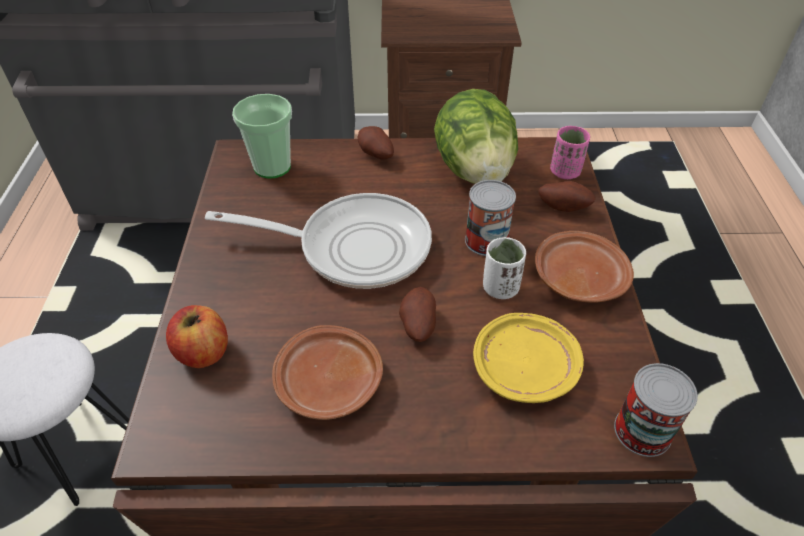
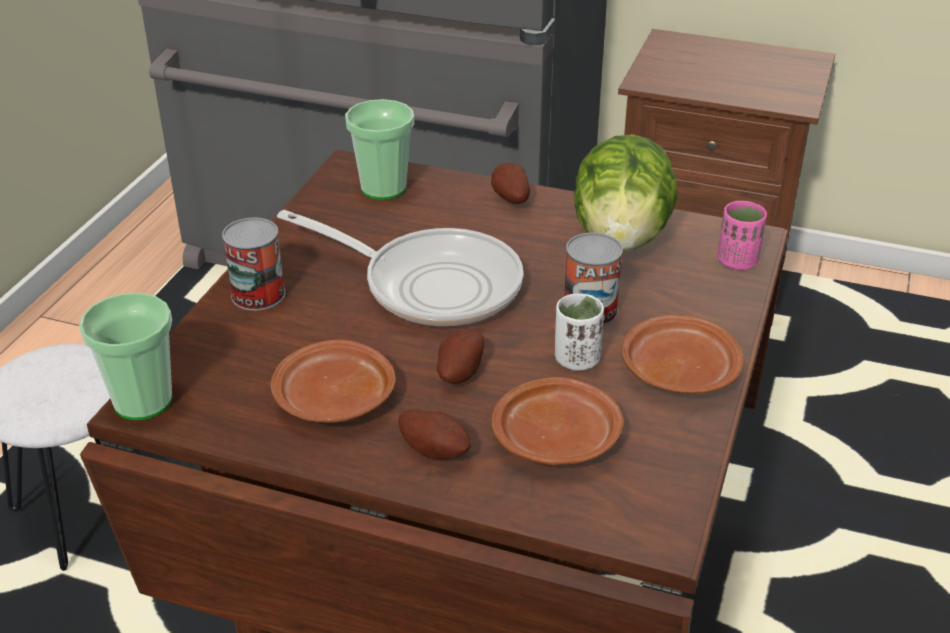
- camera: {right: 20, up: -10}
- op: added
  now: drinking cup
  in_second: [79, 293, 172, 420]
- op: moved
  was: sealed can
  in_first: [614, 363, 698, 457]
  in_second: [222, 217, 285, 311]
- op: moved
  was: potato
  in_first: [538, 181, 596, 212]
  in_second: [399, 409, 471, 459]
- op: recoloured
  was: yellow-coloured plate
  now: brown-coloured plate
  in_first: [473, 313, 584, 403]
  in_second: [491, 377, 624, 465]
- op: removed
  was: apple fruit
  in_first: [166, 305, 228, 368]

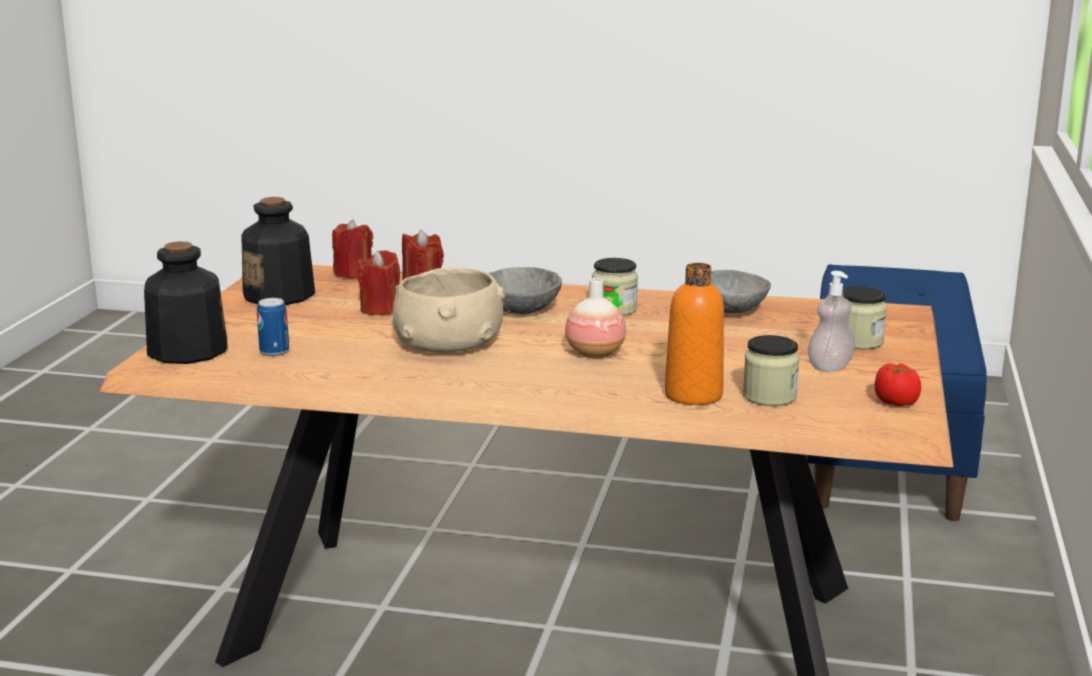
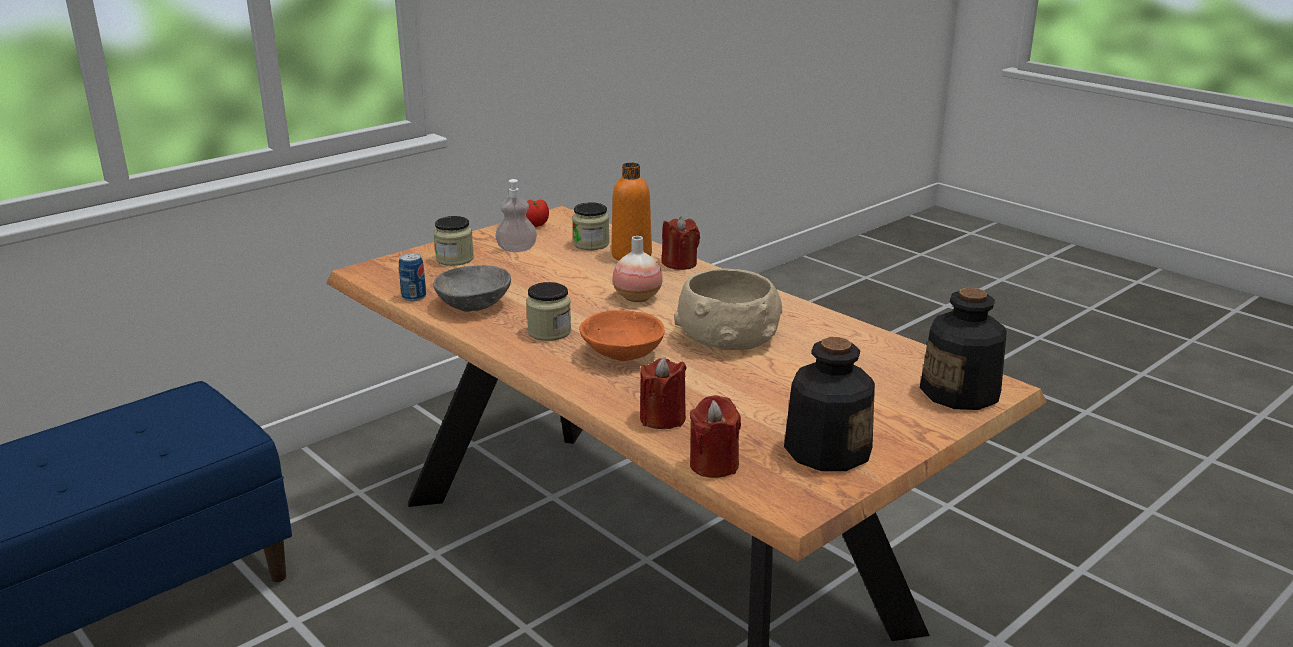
- camera: {right: -145, up: 5}
- op: moved
  was: sealed can
  in_first: [257, 298, 289, 356]
  in_second: [399, 253, 426, 301]
- op: recoloured
  was: gray serving bowl
  now: orange serving bowl
  in_first: [489, 267, 562, 315]
  in_second: [579, 310, 665, 361]
- op: moved
  was: red-coloured candle
  in_first: [357, 250, 400, 315]
  in_second: [662, 216, 700, 270]

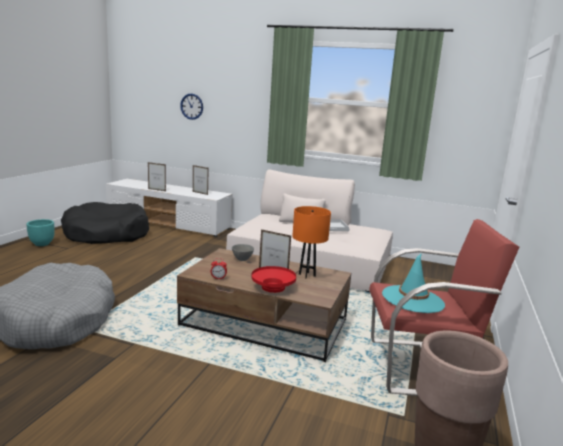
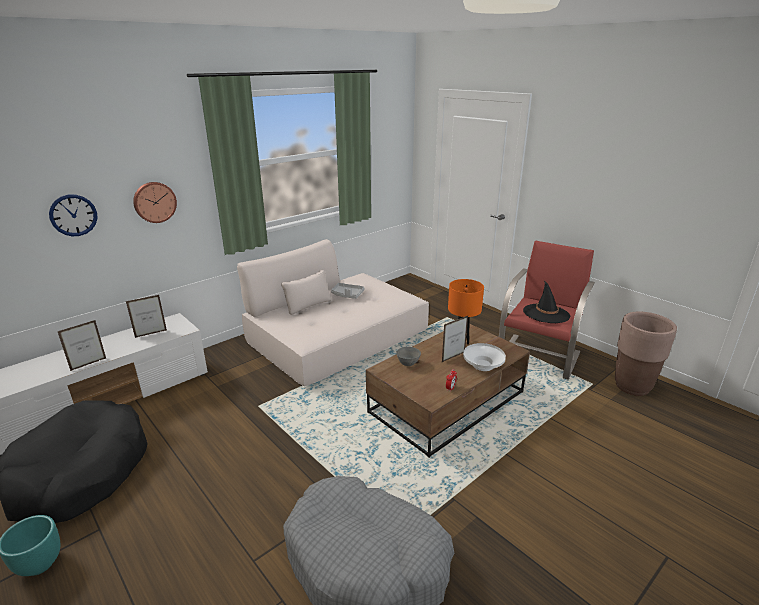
- camera: {right: -60, up: 10}
- op: added
  now: hanging clock
  in_second: [133, 182, 177, 223]
- op: recoloured
  was: red-coloured serving bowl
  now: white serving bowl
  in_first: [251, 266, 296, 293]
  in_second: [463, 343, 506, 371]
- op: recoloured
  was: blue-green clothing hat
  now: black-coloured clothing hat
  in_first: [382, 253, 445, 313]
  in_second: [523, 280, 570, 323]

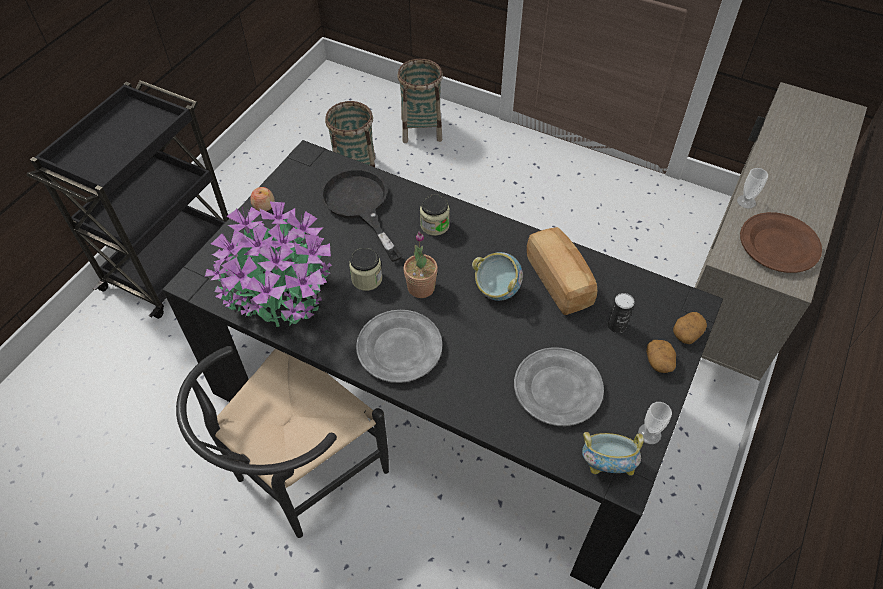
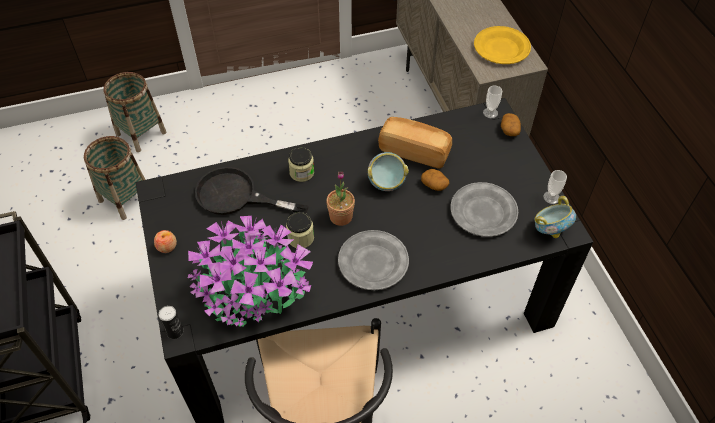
- camera: {right: -45, up: 0}
- op: moved
  was: sealed can
  in_first: [608, 293, 635, 333]
  in_second: [158, 306, 184, 339]
- op: moved
  was: potato
  in_first: [646, 340, 676, 373]
  in_second: [421, 169, 449, 191]
- op: recoloured
  was: brown-coloured plate
  now: yellow-coloured plate
  in_first: [740, 212, 822, 273]
  in_second: [474, 26, 531, 64]
- op: moved
  was: drinking cup
  in_first: [737, 168, 768, 209]
  in_second: [483, 85, 502, 118]

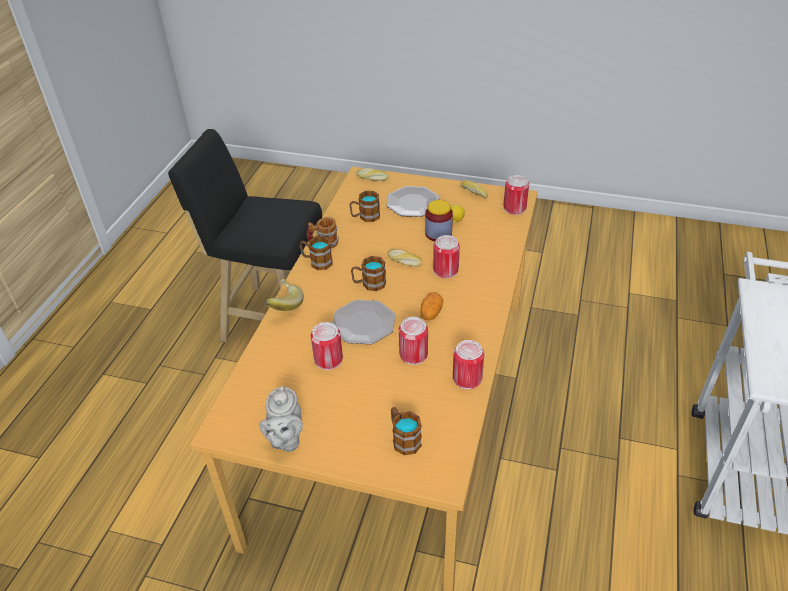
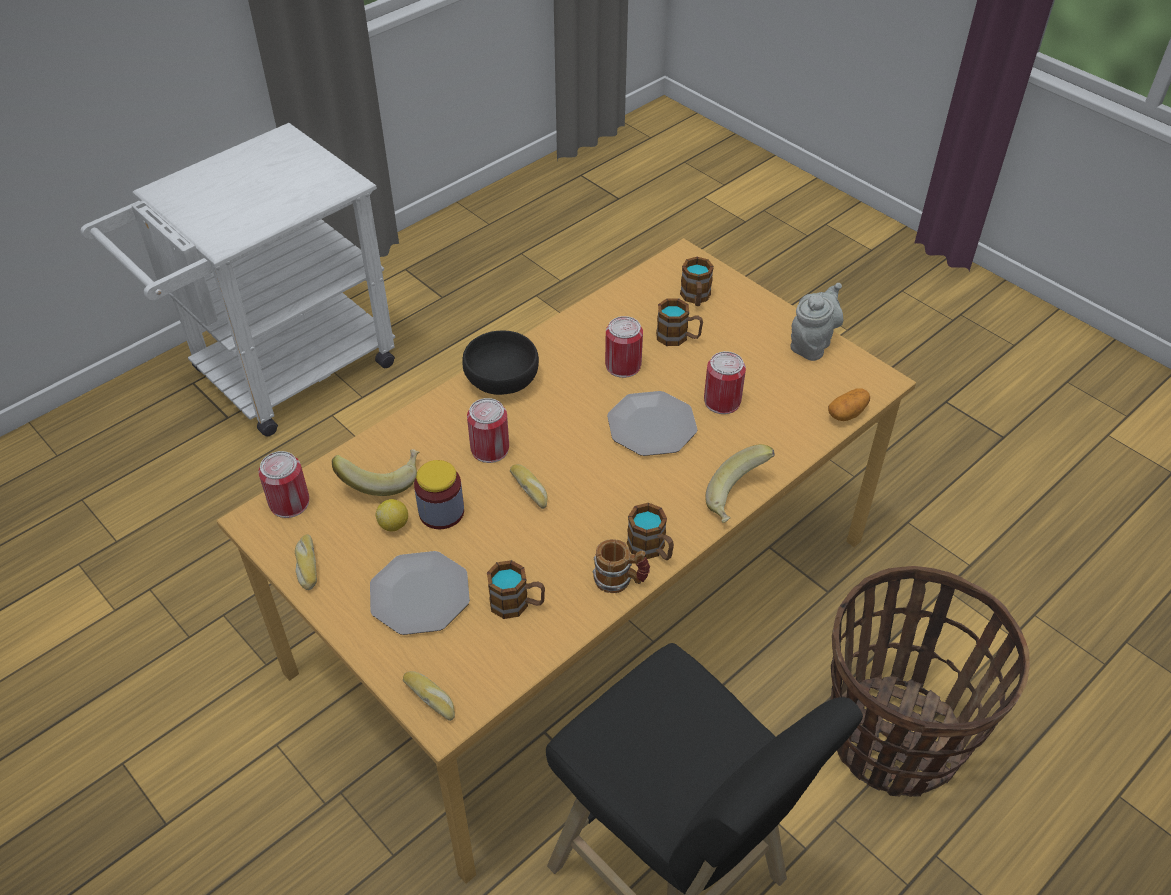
- camera: {right: -150, up: 5}
- op: added
  now: banana
  in_second: [332, 449, 419, 496]
- op: added
  now: black-coloured serving bowl
  in_second: [462, 331, 539, 395]
- op: moved
  was: tea mug
  in_first: [351, 256, 386, 291]
  in_second: [656, 298, 703, 346]
- op: moved
  was: potato
  in_first: [420, 292, 443, 320]
  in_second: [828, 388, 870, 421]
- op: added
  now: household basket
  in_second: [830, 566, 1030, 797]
- op: removed
  was: sealed can
  in_first: [453, 340, 484, 389]

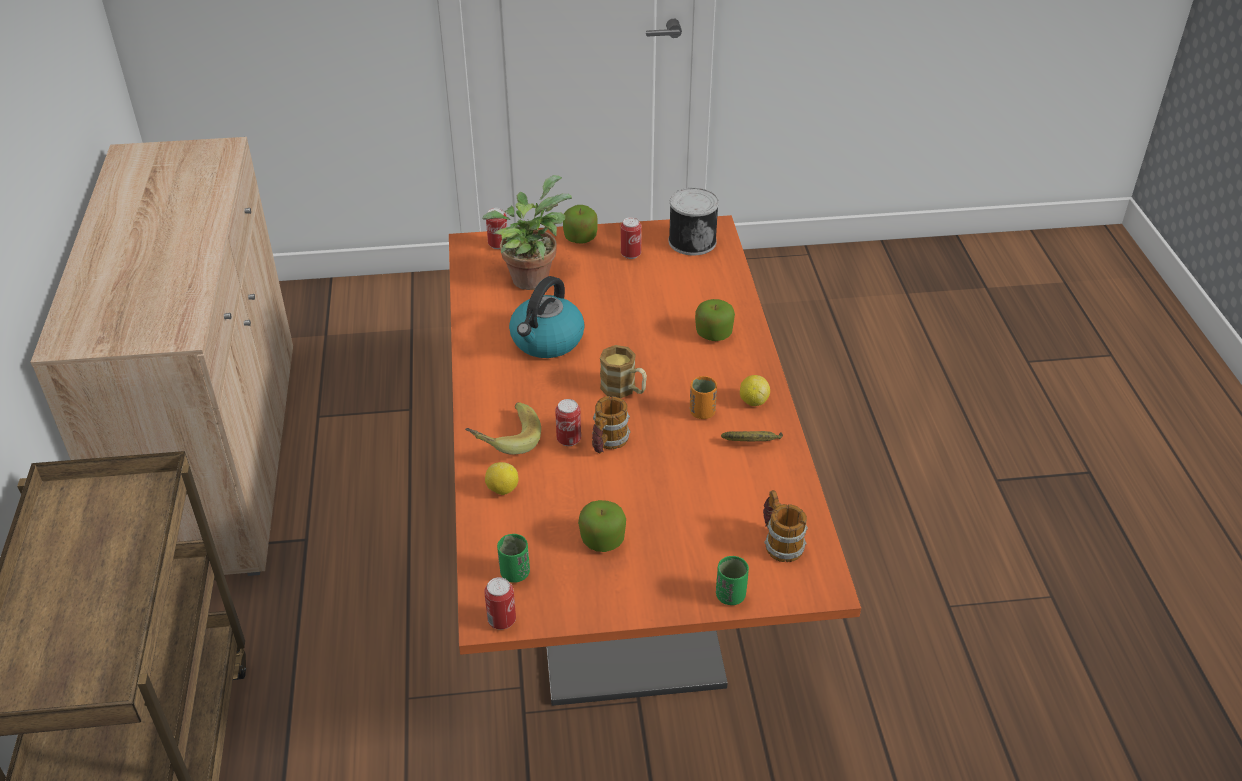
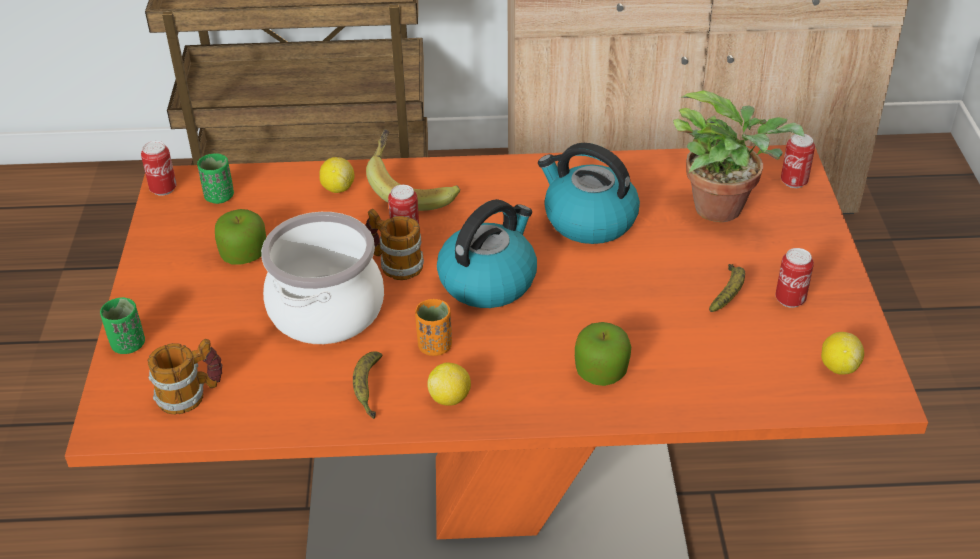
- camera: {right: 95, up: 0}
- op: added
  now: saucepot
  in_second: [261, 212, 384, 344]
- op: replaced
  was: tea mug
  now: water kettle
  in_first: [600, 345, 647, 398]
  in_second: [437, 199, 537, 308]
- op: added
  now: banana
  in_second: [709, 264, 745, 312]
- op: replaced
  was: sealed can
  now: whole lemon
  in_first: [669, 188, 719, 255]
  in_second: [821, 332, 864, 375]
- op: removed
  was: apple fruit
  in_first: [563, 205, 598, 244]

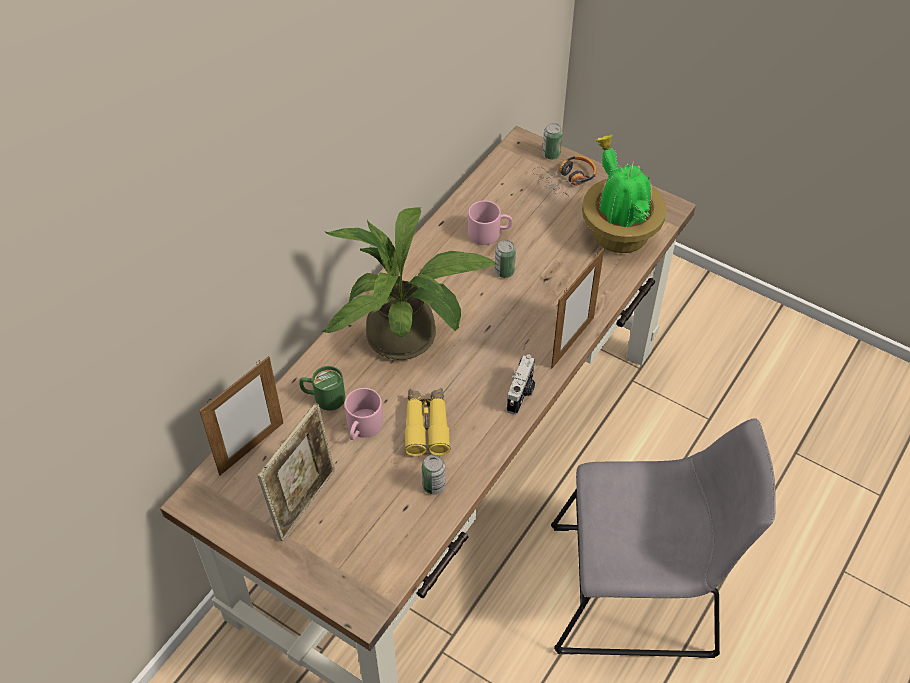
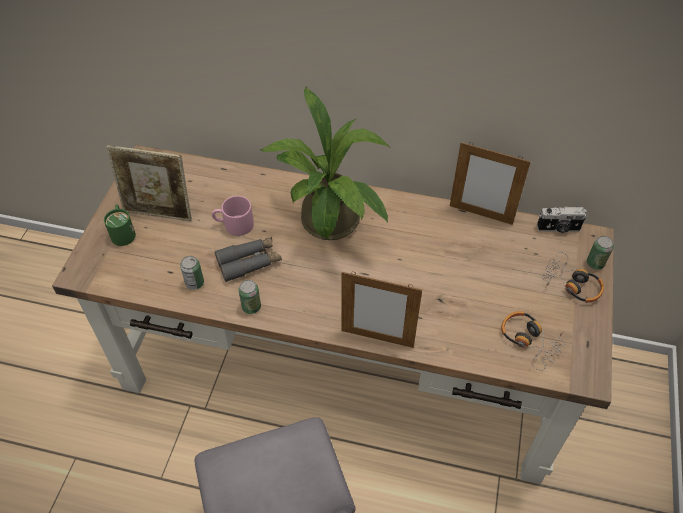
- camera: {right: 70, up: 0}
- op: moved
  was: greenish tea mug
  in_first: [299, 366, 345, 411]
  in_second: [104, 204, 136, 246]
- op: recoloured
  was: yellow-coloured pair of binoculars
  now: gray pair of binoculars
  in_first: [405, 388, 451, 456]
  in_second: [215, 237, 282, 282]
- op: moved
  was: sealed can
  in_first: [495, 240, 516, 278]
  in_second: [239, 280, 261, 314]
- op: moved
  was: picture frame
  in_first: [199, 356, 283, 475]
  in_second: [450, 142, 531, 225]
- op: replaced
  was: houseplant
  now: headset
  in_first: [582, 134, 667, 253]
  in_second: [501, 311, 566, 370]
- op: moved
  was: photo camera
  in_first: [507, 354, 535, 415]
  in_second: [537, 207, 587, 233]
- op: removed
  was: pink-coloured tea mug
  in_first: [468, 201, 513, 245]

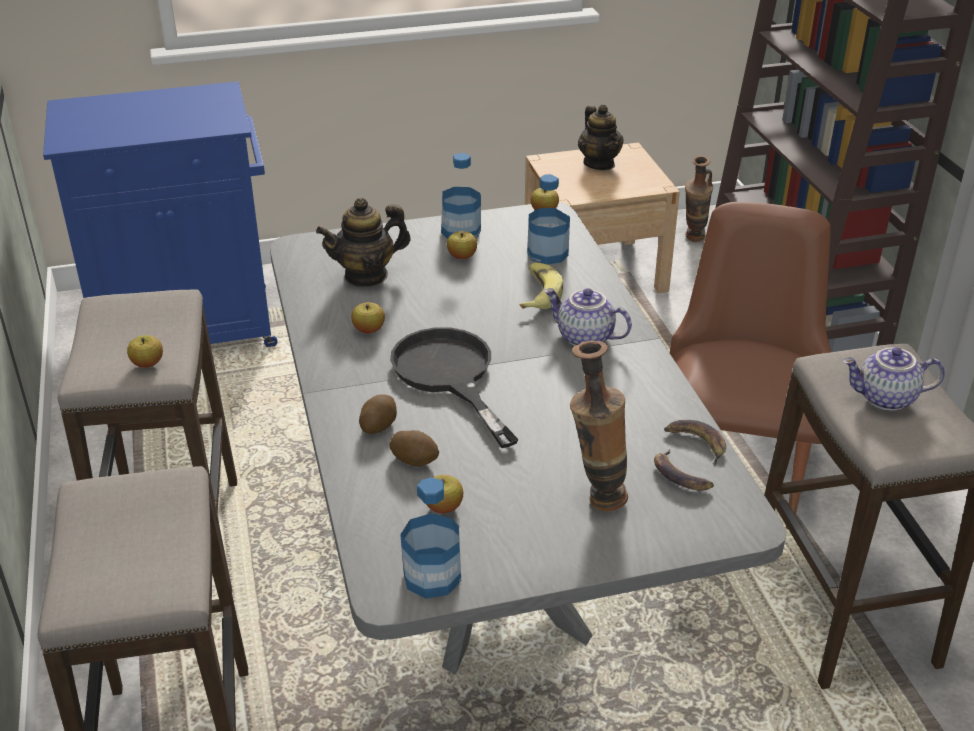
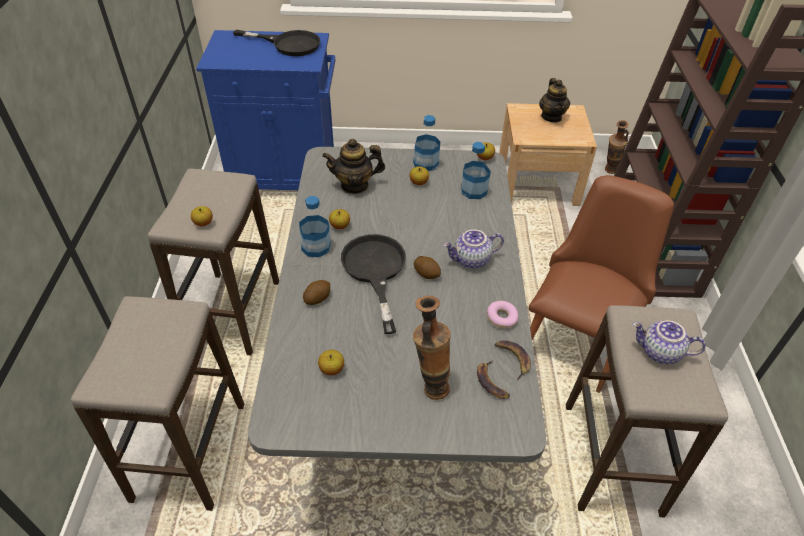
- camera: {right: 15, up: 10}
- op: added
  now: black-coloured pan
  in_second: [233, 29, 320, 56]
- op: moved
  was: bottle
  in_first: [400, 477, 461, 598]
  in_second: [299, 196, 331, 257]
- op: moved
  was: potato
  in_first: [390, 430, 439, 467]
  in_second: [414, 256, 441, 279]
- op: turned
  was: pot for tea
  in_first: [544, 288, 632, 346]
  in_second: [443, 230, 504, 269]
  clockwise: -60
- op: added
  now: doughnut
  in_second: [487, 301, 518, 328]
- op: removed
  was: banana
  in_first: [520, 263, 563, 309]

